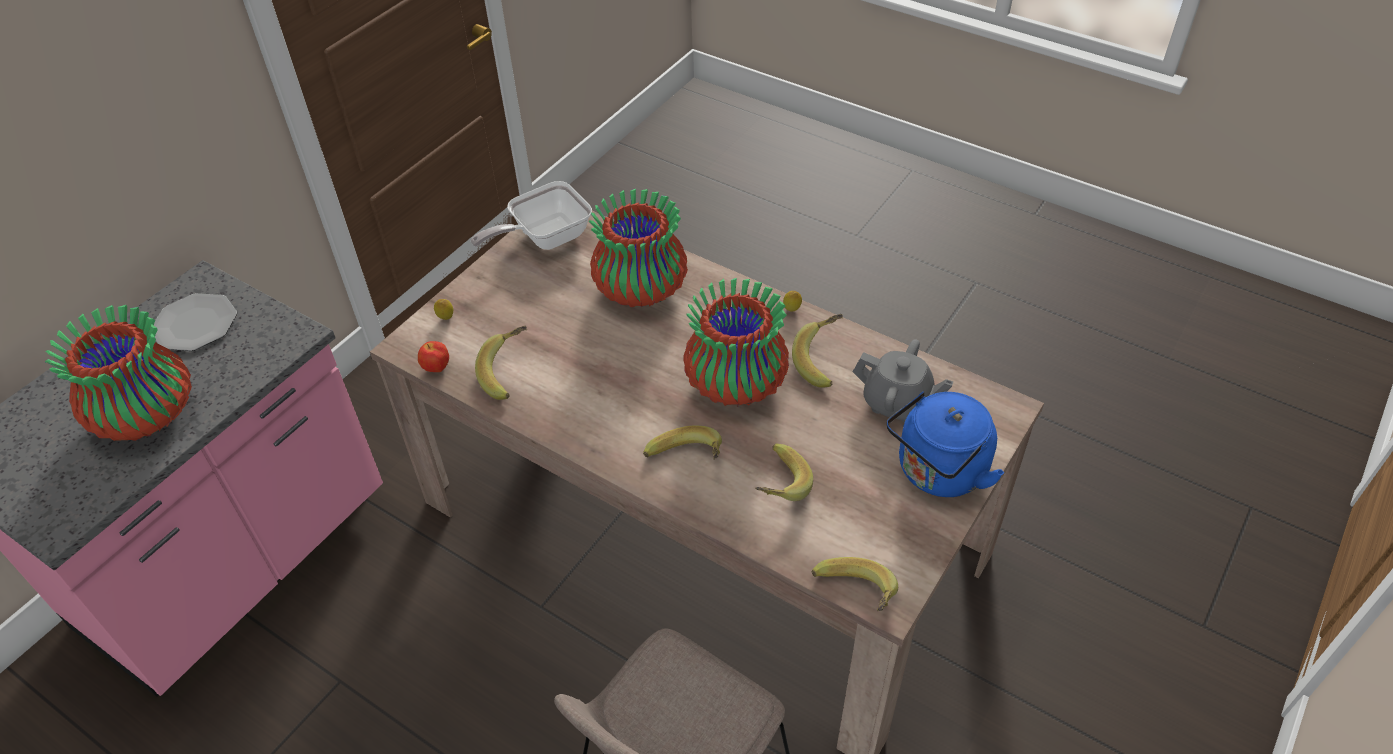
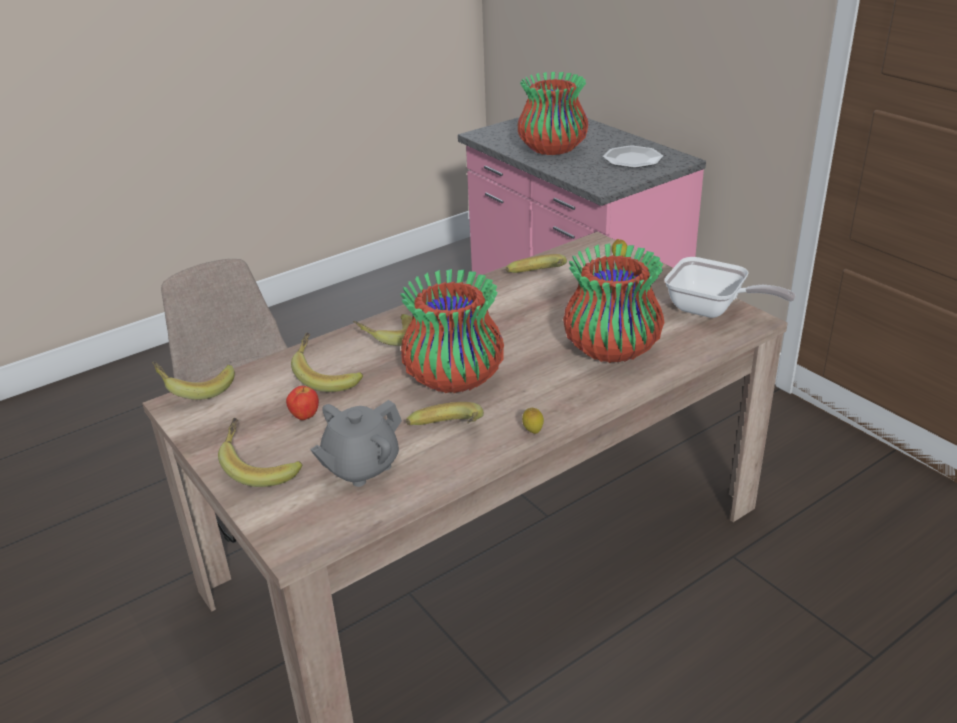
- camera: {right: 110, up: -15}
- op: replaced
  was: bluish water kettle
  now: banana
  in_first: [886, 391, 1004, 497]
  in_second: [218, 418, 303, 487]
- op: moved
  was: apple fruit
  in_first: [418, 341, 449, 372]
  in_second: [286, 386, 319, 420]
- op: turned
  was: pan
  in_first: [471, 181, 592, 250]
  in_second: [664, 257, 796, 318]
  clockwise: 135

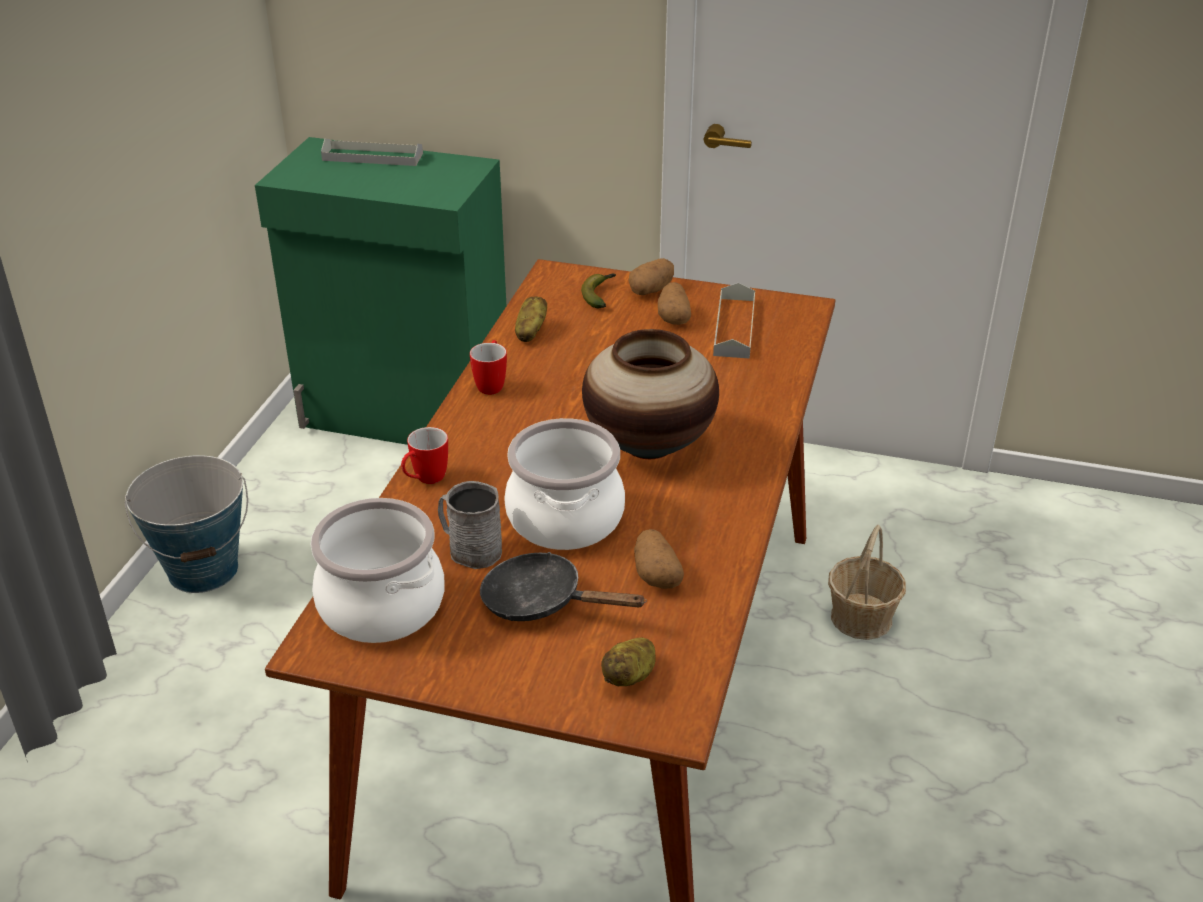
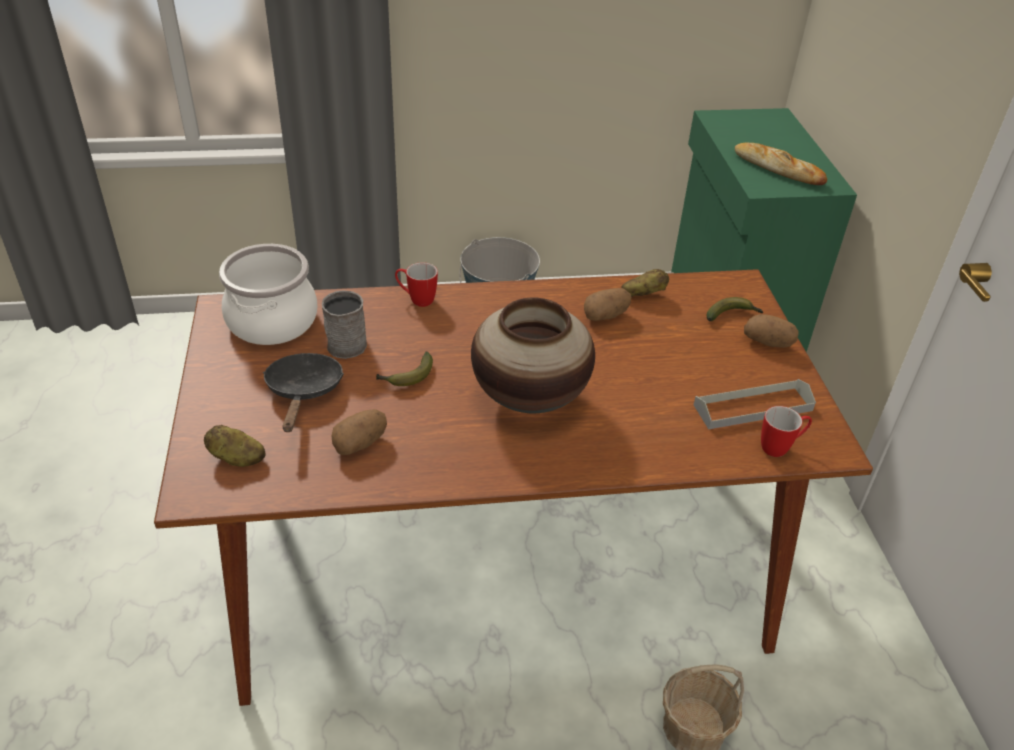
- camera: {right: 65, up: 5}
- op: replaced
  was: saucepot
  now: banana
  in_first: [504, 418, 625, 550]
  in_second: [376, 352, 433, 386]
- op: moved
  was: potato
  in_first: [658, 282, 691, 325]
  in_second: [584, 288, 631, 321]
- op: added
  now: bread
  in_second: [735, 143, 827, 185]
- op: moved
  was: tea mug
  in_first: [470, 340, 507, 395]
  in_second: [761, 406, 812, 457]
- op: removed
  was: gray carrying tray
  in_first: [321, 139, 423, 166]

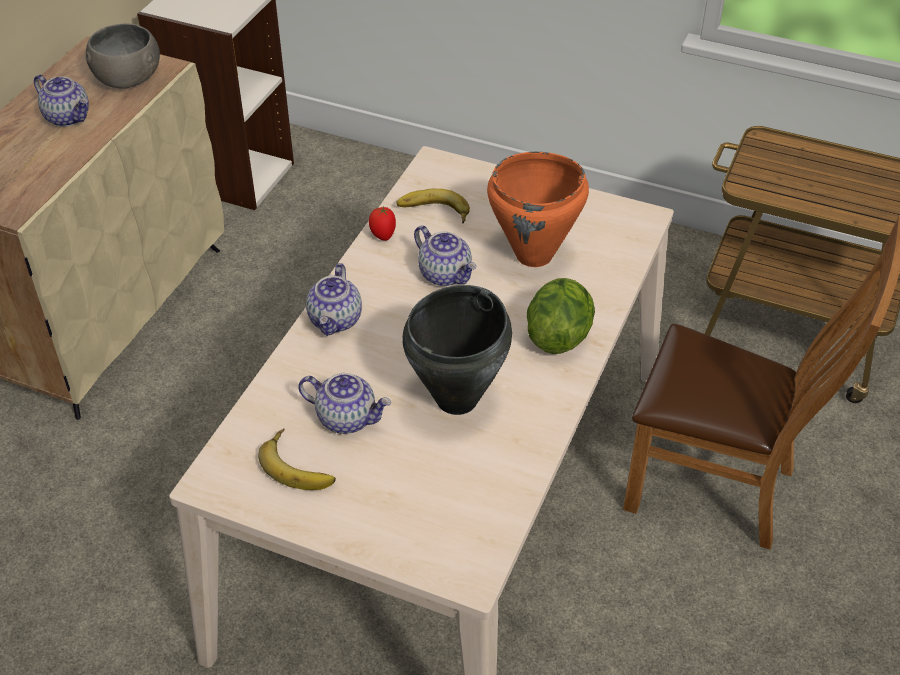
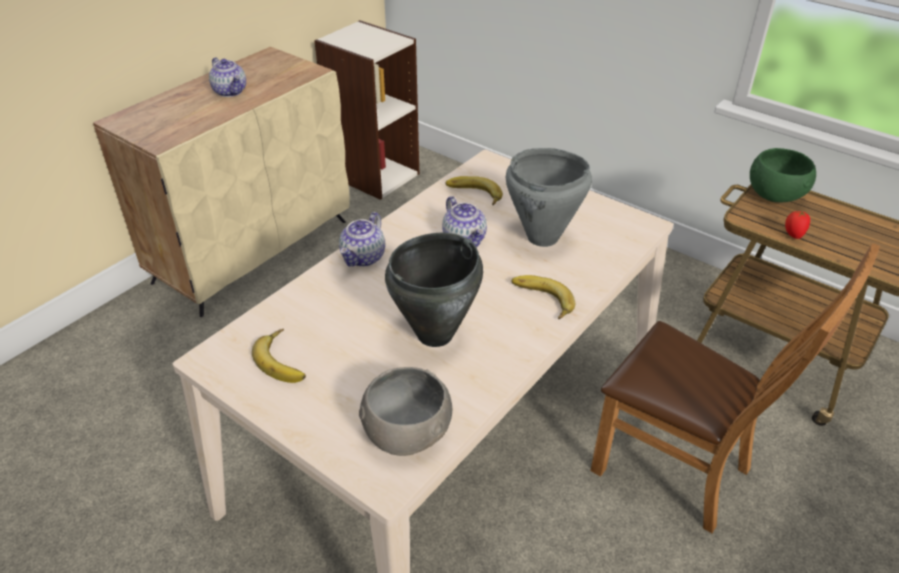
- camera: {right: 15, up: -5}
- op: moved
  was: gray serving bowl
  in_first: [86, 23, 160, 89]
  in_second: [359, 367, 452, 456]
- op: recoloured
  was: orange saucepot
  now: gray saucepot
  in_first: [487, 152, 589, 267]
  in_second: [506, 148, 592, 247]
- op: replaced
  was: lettuce head
  now: banana
  in_first: [527, 278, 595, 354]
  in_second: [512, 275, 575, 319]
- op: added
  now: greenish serving bowl
  in_second: [750, 148, 816, 202]
- op: moved
  was: tomato
  in_first: [369, 206, 396, 241]
  in_second: [785, 210, 810, 239]
- op: removed
  was: pot for tea
  in_first: [298, 373, 392, 434]

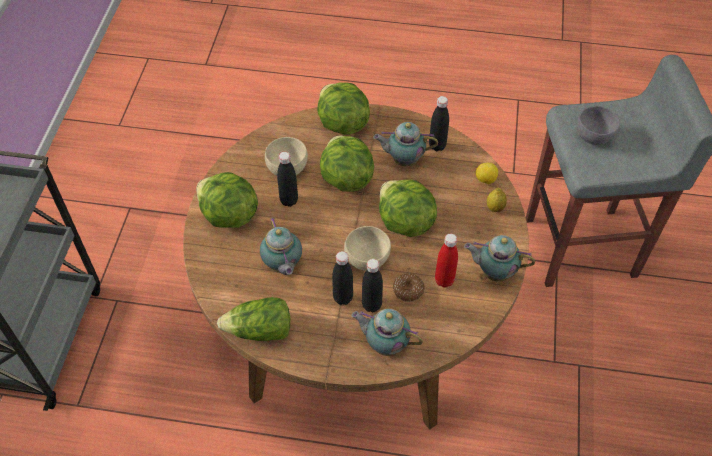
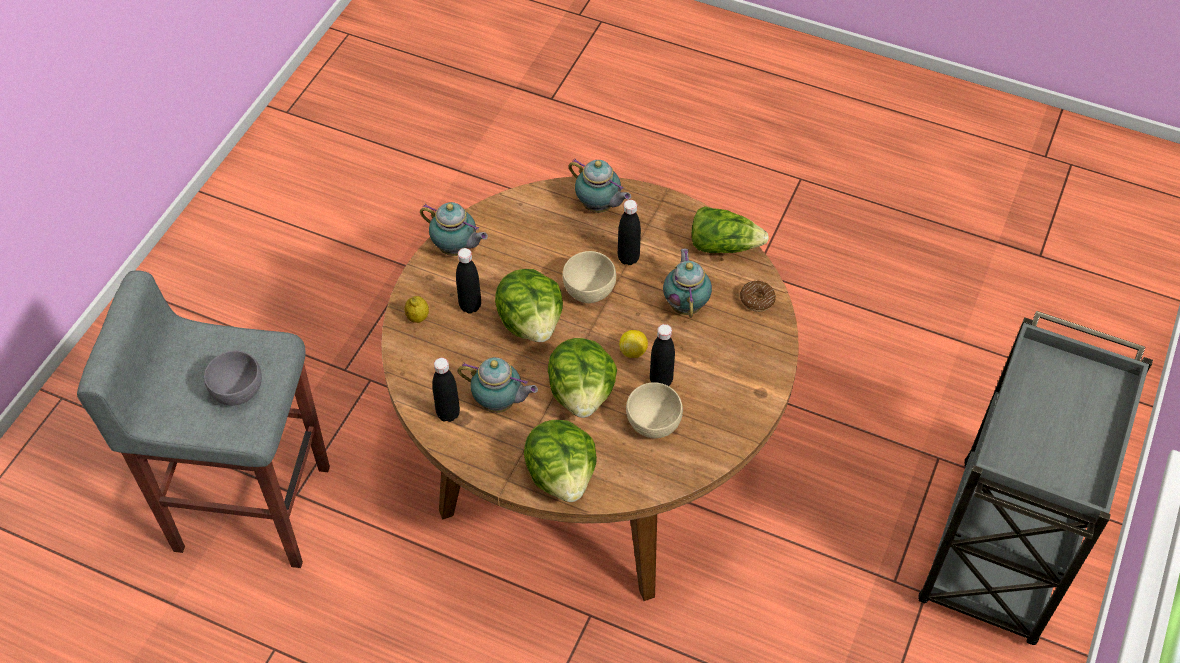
- camera: {right: -165, up: 0}
- op: moved
  was: black-coloured bottle
  in_first: [362, 259, 383, 312]
  in_second: [456, 248, 481, 313]
- op: moved
  was: whole lemon
  in_first: [476, 162, 498, 184]
  in_second: [619, 330, 648, 358]
- op: moved
  was: doughnut
  in_first: [393, 273, 425, 302]
  in_second: [740, 281, 776, 312]
- op: removed
  was: lettuce head
  in_first: [196, 172, 258, 228]
- op: removed
  was: red-coloured bottle
  in_first: [435, 233, 458, 288]

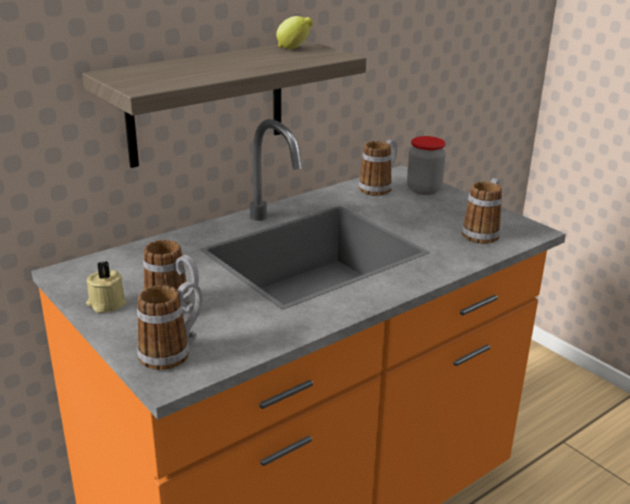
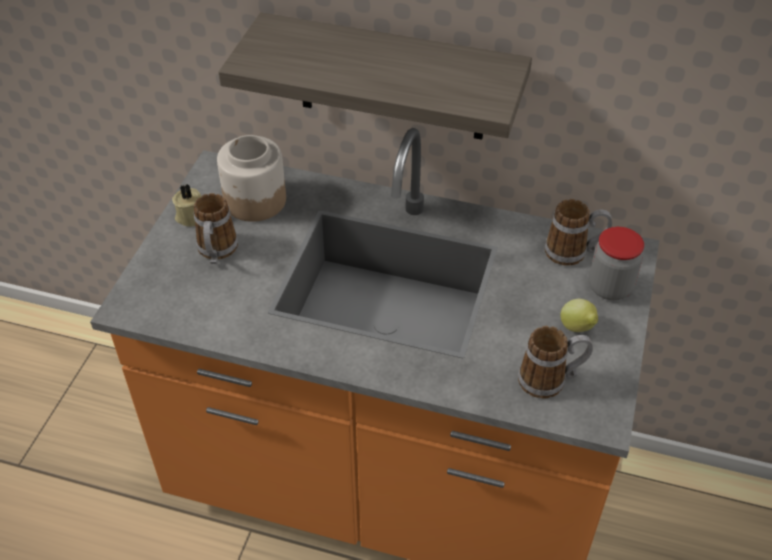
- camera: {right: 55, up: 20}
- op: added
  now: storage jar
  in_second: [217, 135, 286, 222]
- op: moved
  was: whole lemon
  in_first: [276, 16, 313, 49]
  in_second: [560, 299, 598, 332]
- op: removed
  was: tea mug
  in_first: [137, 281, 202, 370]

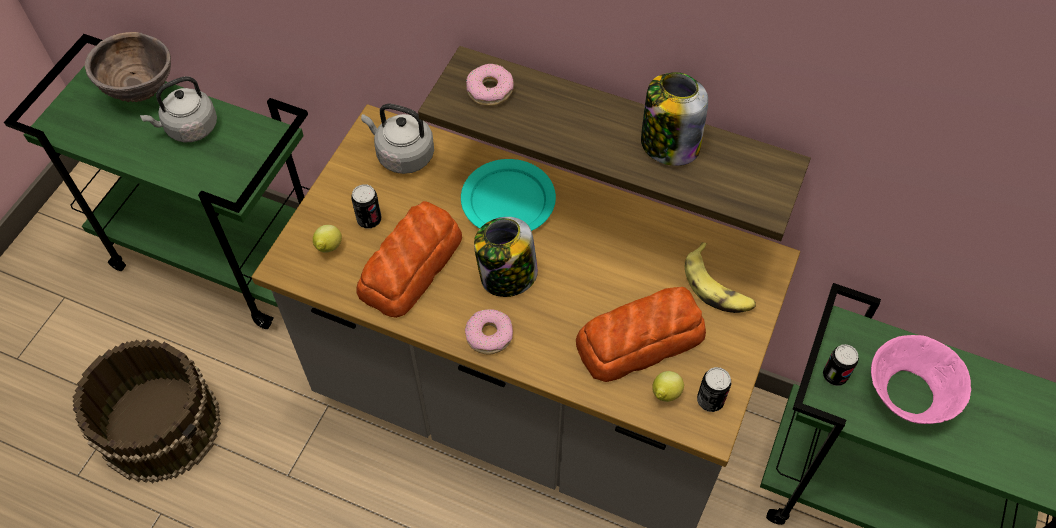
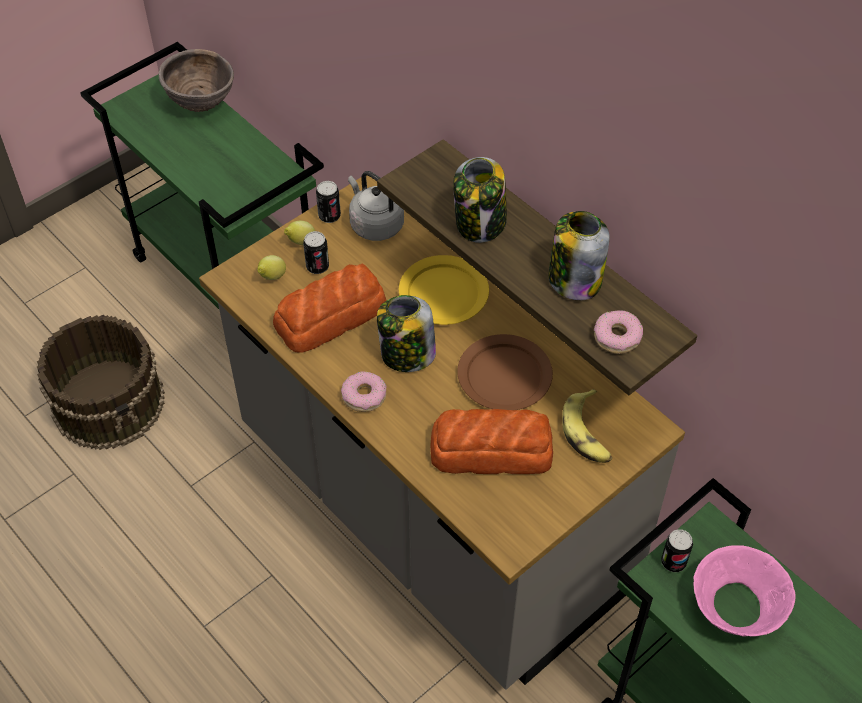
- camera: {right: 25, up: -5}
- op: moved
  was: whole lemon
  in_first: [652, 371, 684, 402]
  in_second: [284, 221, 315, 245]
- op: moved
  was: sealed can
  in_first: [697, 367, 731, 412]
  in_second: [316, 181, 341, 223]
- op: recoloured
  was: blue-green plate
  now: yellow-coloured plate
  in_first: [461, 159, 556, 231]
  in_second: [399, 255, 489, 325]
- op: added
  now: storage jar
  in_second: [453, 157, 507, 243]
- op: added
  now: brown-coloured plate
  in_second: [457, 334, 553, 410]
- op: moved
  was: doughnut
  in_first: [466, 64, 514, 106]
  in_second: [594, 310, 643, 354]
- op: removed
  was: gray water kettle
  in_first: [140, 76, 217, 142]

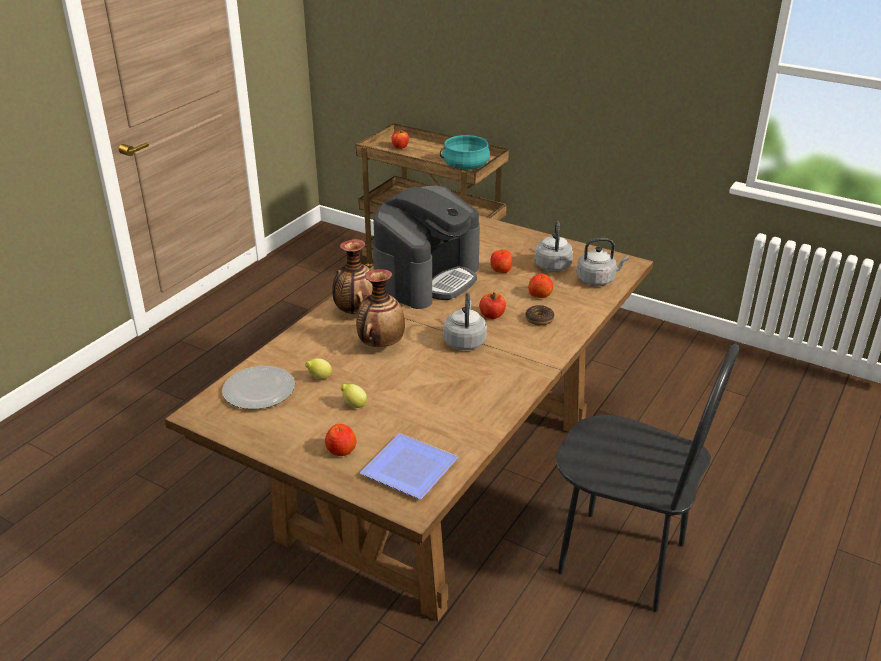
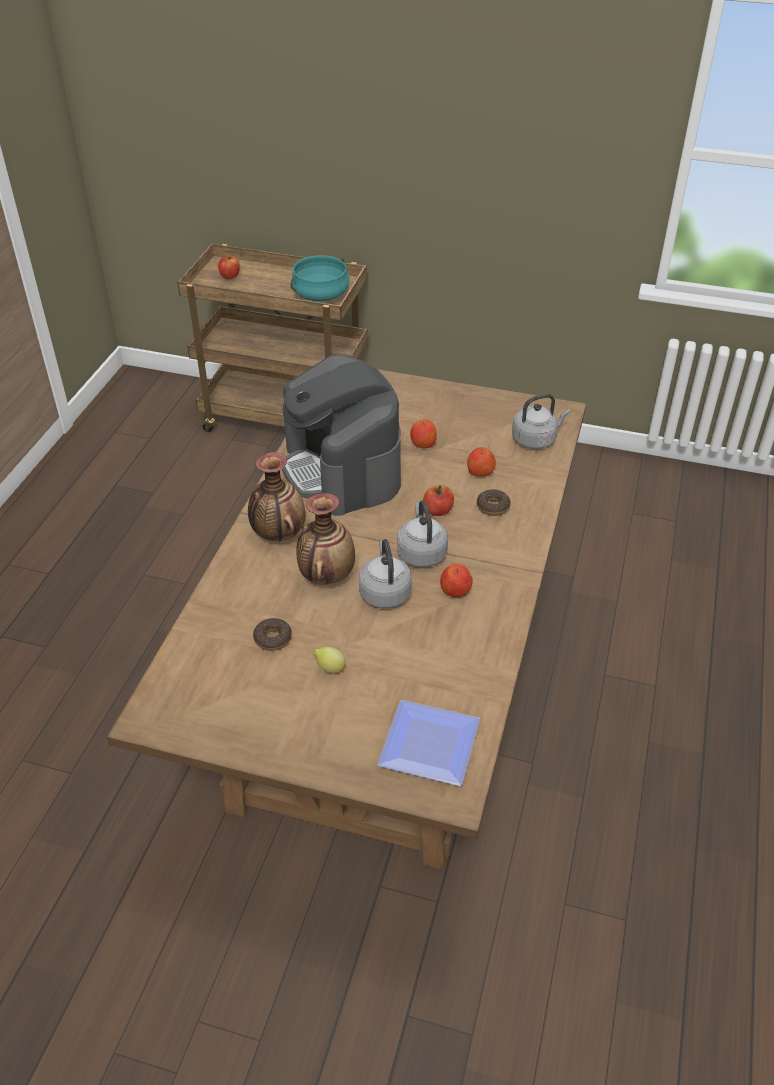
- camera: {right: -15, up: 10}
- op: replaced
  was: whole lemon
  now: doughnut
  in_first: [305, 358, 332, 379]
  in_second: [253, 618, 292, 651]
- op: turned
  was: coffee machine
  in_first: [373, 186, 480, 309]
  in_second: [282, 355, 401, 516]
  clockwise: 135
- op: moved
  was: gray water kettle
  in_first: [535, 221, 573, 271]
  in_second: [359, 539, 412, 608]
- op: moved
  was: apple fruit
  in_first: [325, 424, 357, 456]
  in_second: [440, 564, 473, 597]
- op: removed
  was: plate
  in_first: [222, 366, 295, 409]
- op: removed
  was: black-coloured upright chair
  in_first: [556, 344, 739, 612]

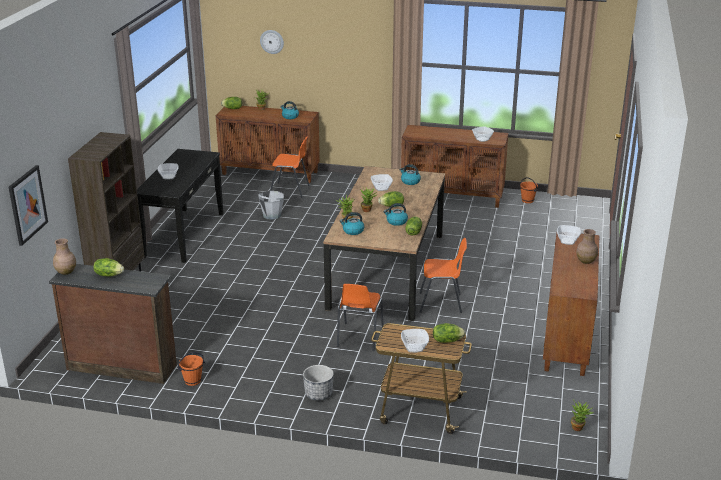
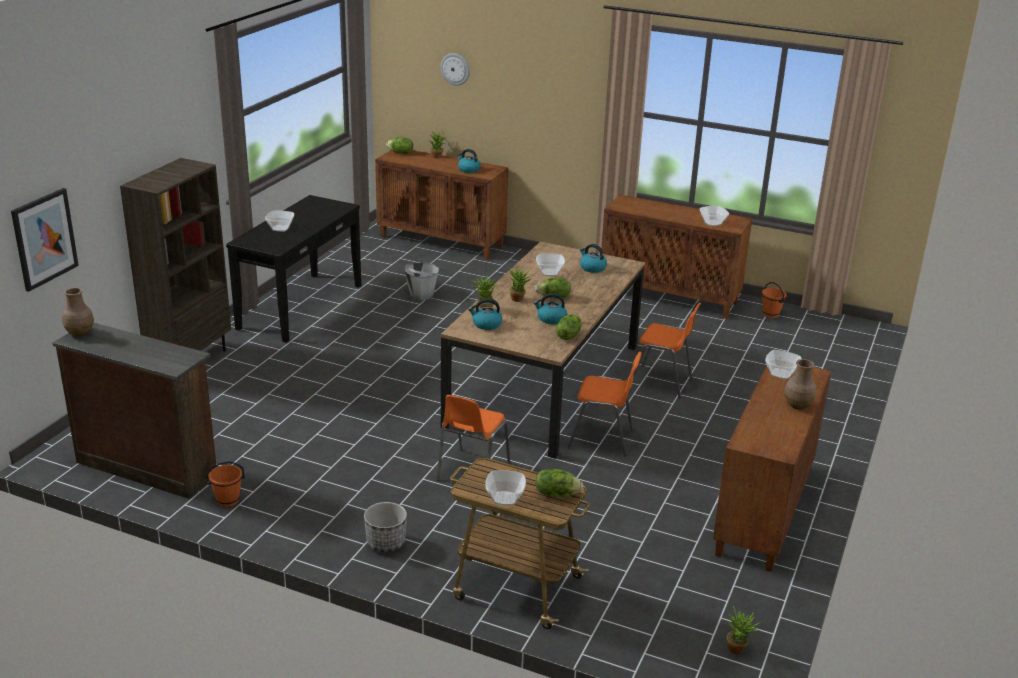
- camera: {right: 10, up: 0}
- op: moved
  was: orange upright chair
  in_first: [270, 136, 310, 198]
  in_second: [633, 303, 701, 398]
- op: removed
  was: lettuce head
  in_first: [94, 258, 124, 277]

